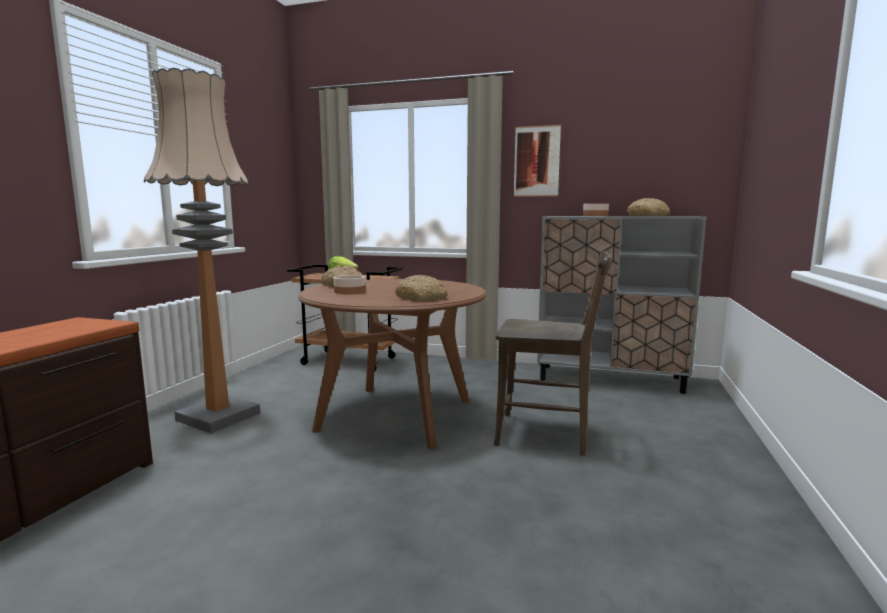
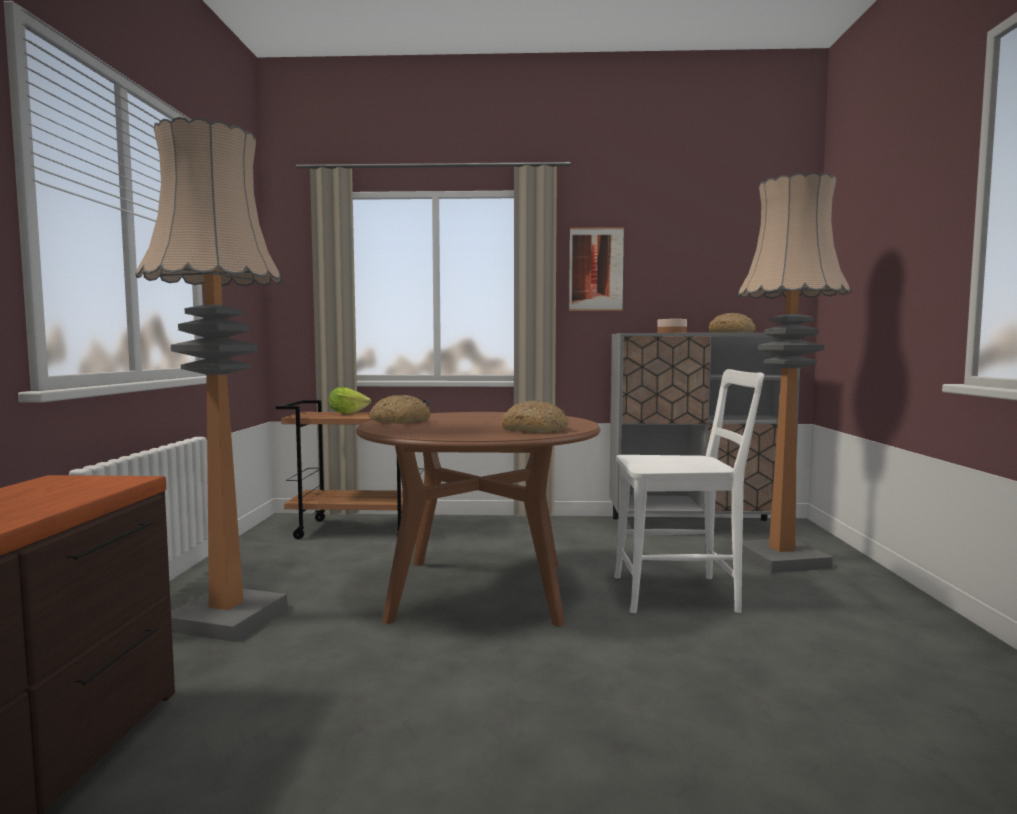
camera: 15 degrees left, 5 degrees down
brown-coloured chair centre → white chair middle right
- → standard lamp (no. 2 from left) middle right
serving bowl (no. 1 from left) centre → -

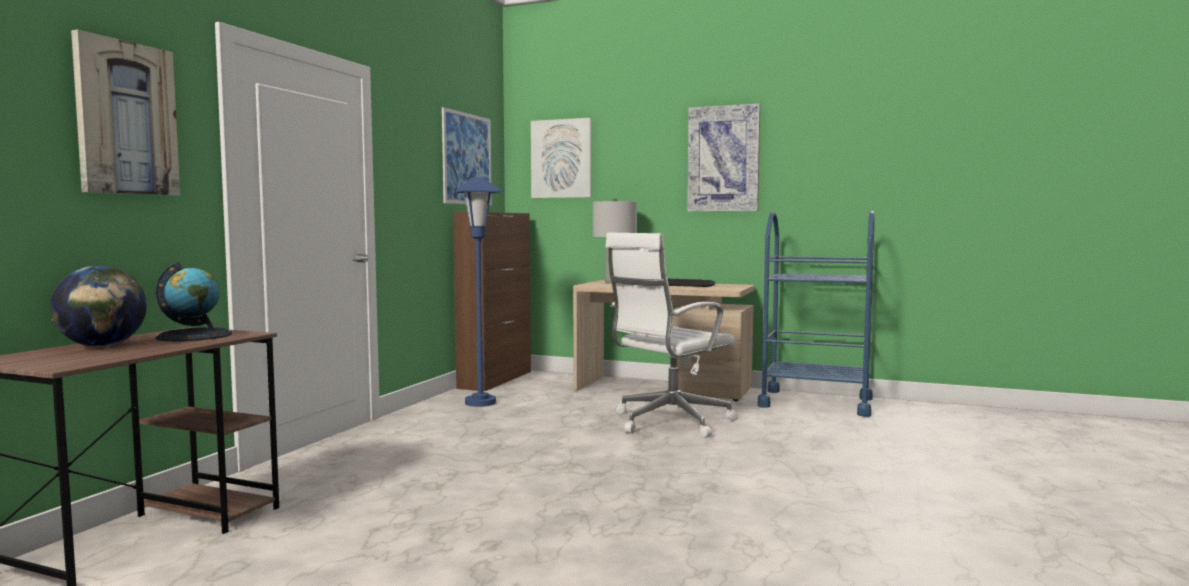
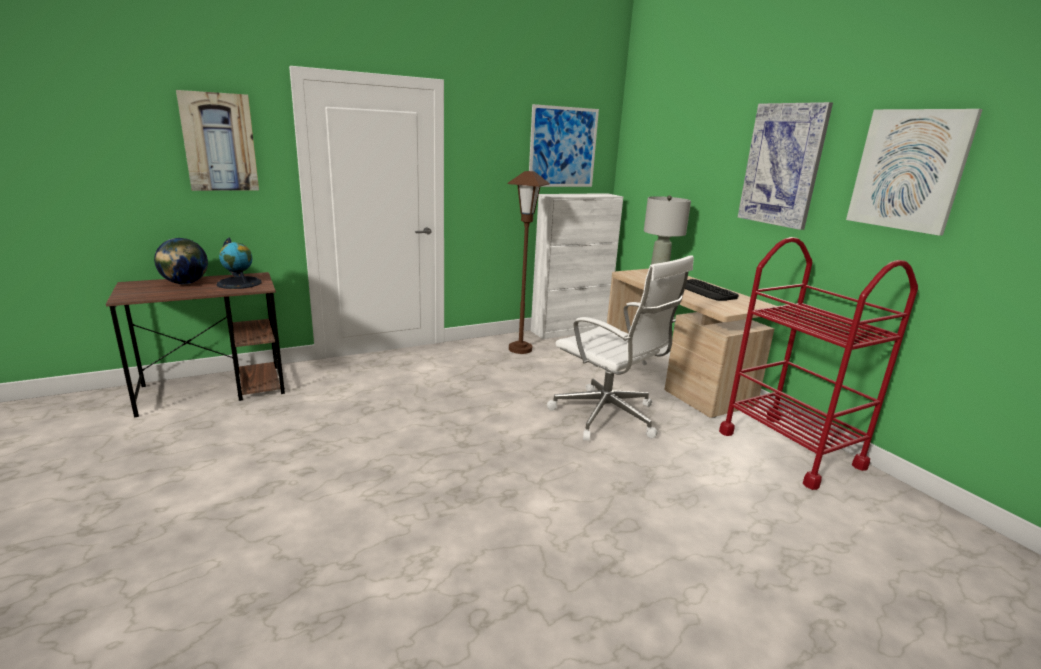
camera: 40 degrees right, 15 degrees up
blue standard lamp centre → brown-coloured standard lamp centre
brown-coloured cupboard centre → white cupboard centre
white computer chair centre, 135 degrees counterclockwise
blue wheeled cart middle right → reddish wheeled cart middle right
wall art (no. 3 from left in the first image) top centre → wall art (no. 4 from left) top right, relocated

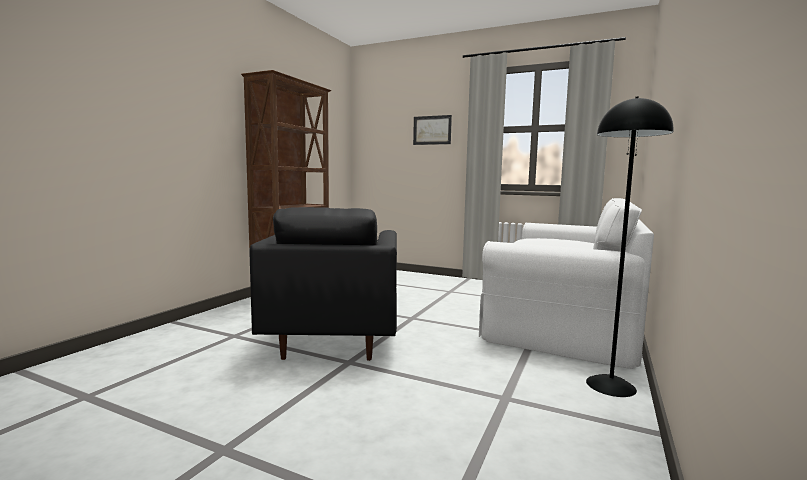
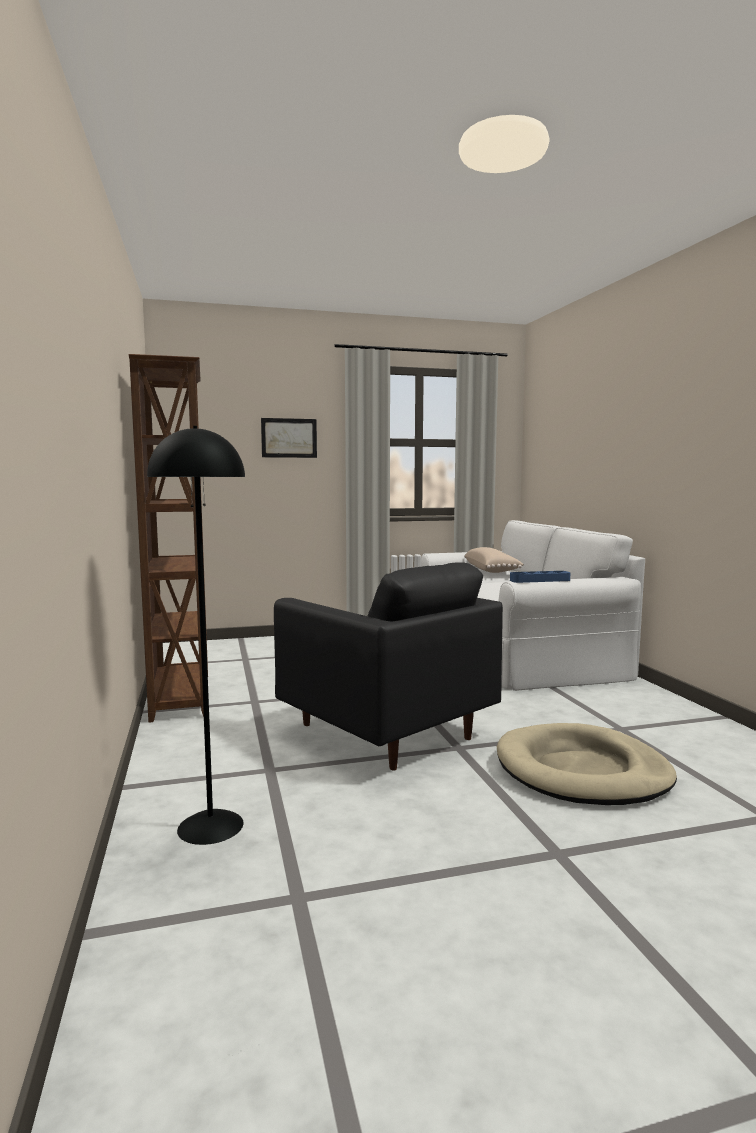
camera: 40 degrees left, 0 degrees up
blackish standard lamp middle right → blackish standard lamp middle left, relocated
- → sand-coloured throw pillow centre
- → sand-coloured dog cushion bottom right
- → blue carrying tray middle right

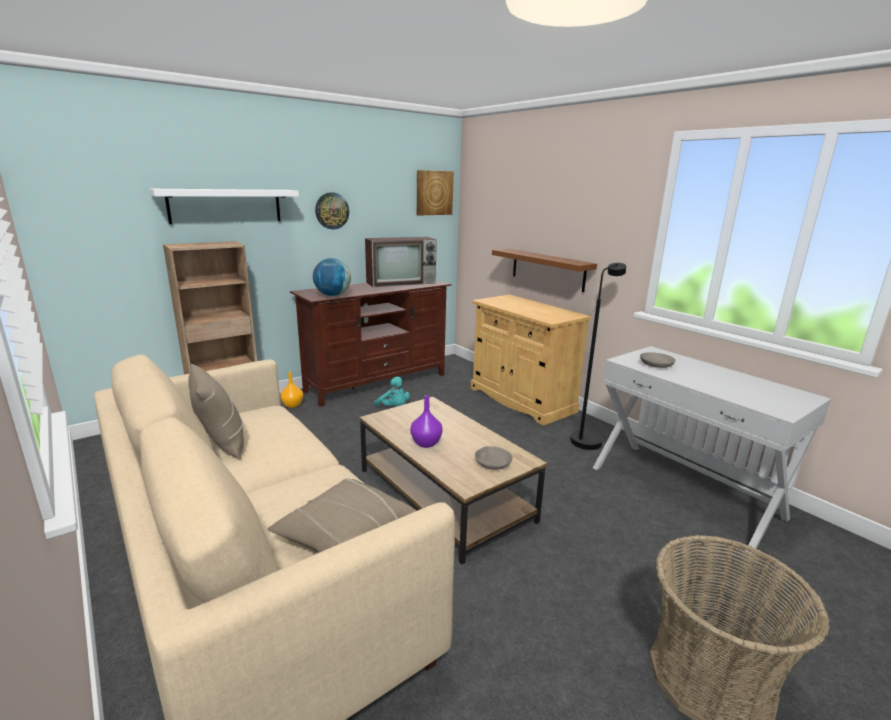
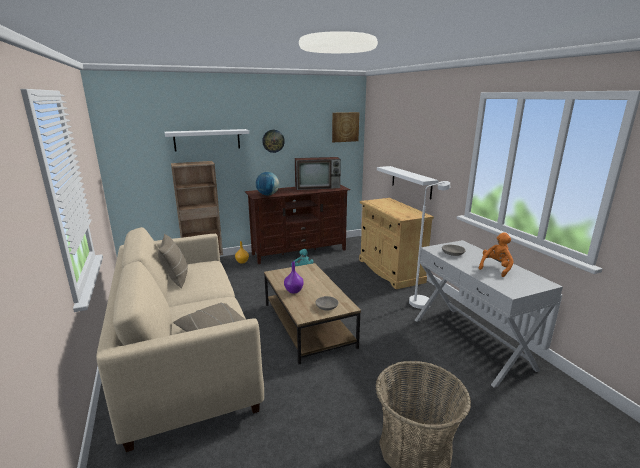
camera: 15 degrees right, 0 degrees up
brown-coloured shelf centre → white shelf (no. 2 from left) centre
blackish standard lamp middle right → white standard lamp middle right
- → orangey plush toy middle right

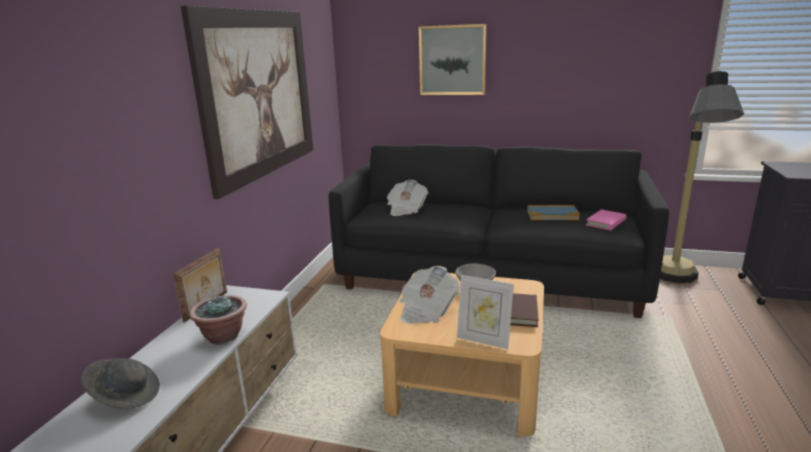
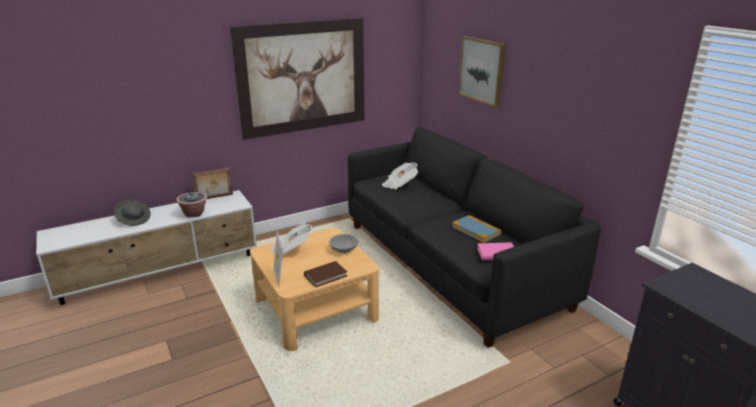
camera: 45 degrees right, 5 degrees up
standard lamp middle right → -

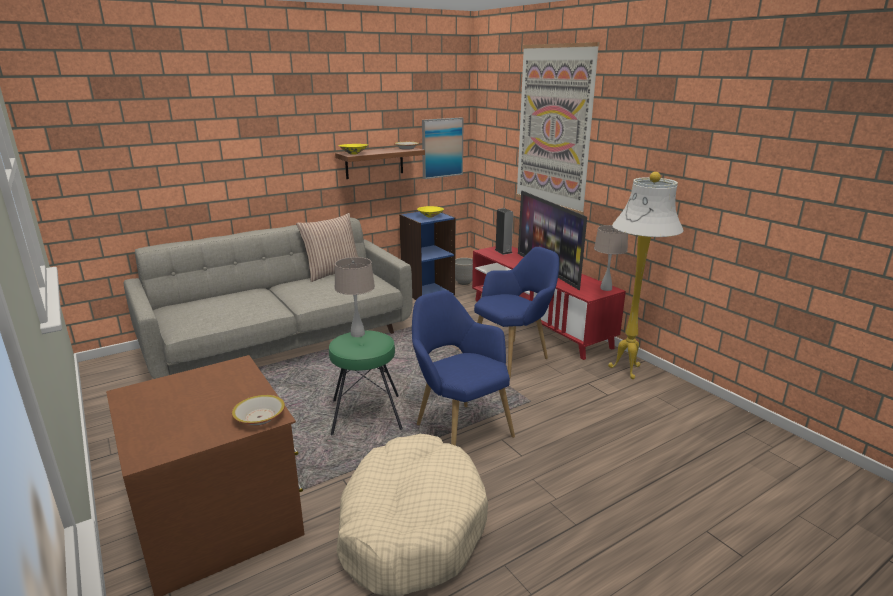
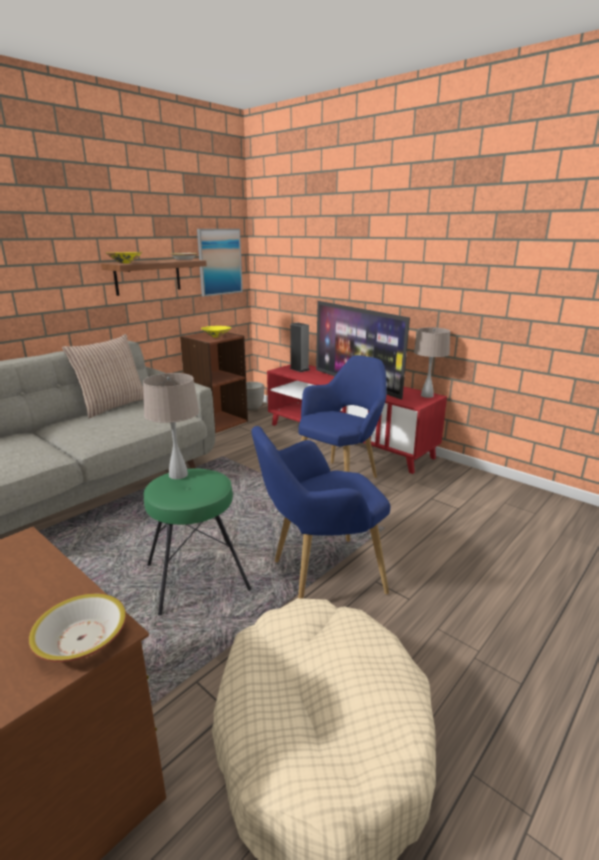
camera: 15 degrees left, 0 degrees up
blue bookcase centre → brown-coloured bookcase centre
blue easy chair (no. 1 from left) centre, 60 degrees counterclockwise
wall art (no. 2 from left) top centre → -
white standard lamp middle right → -

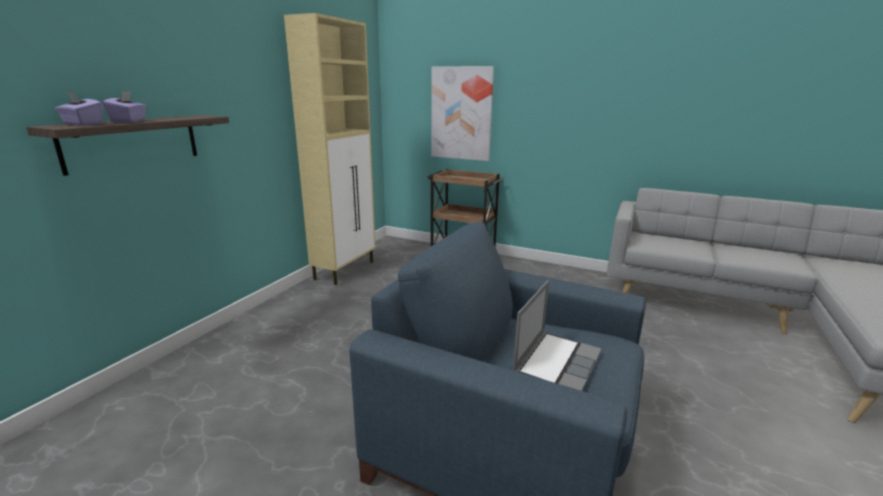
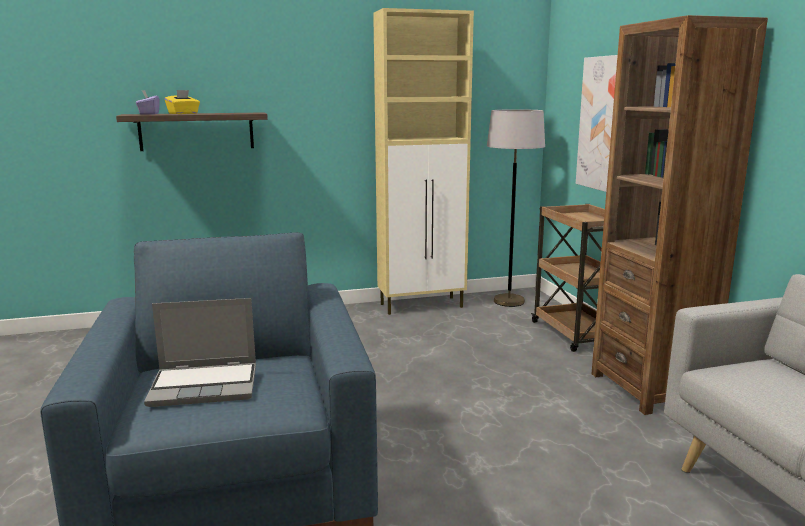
camera: 50 degrees right, 5 degrees down
purple-coloured tissue box (no. 2 from left) top left → yellow tissue box top left
- → gray standard lamp centre
- → brown-coloured bookcase middle right

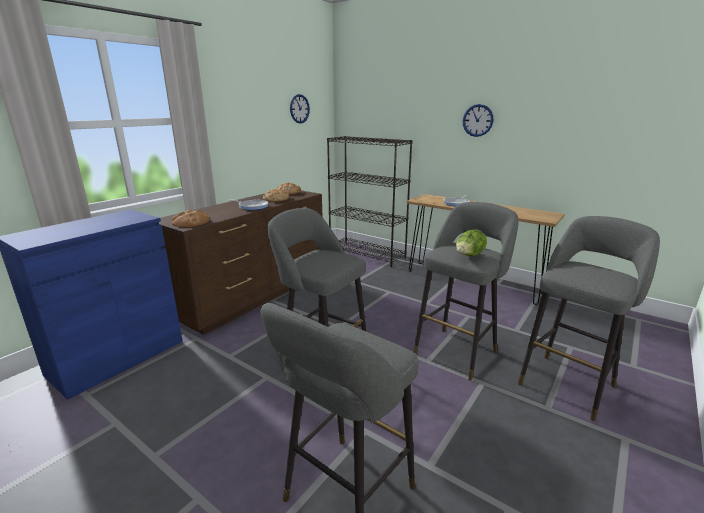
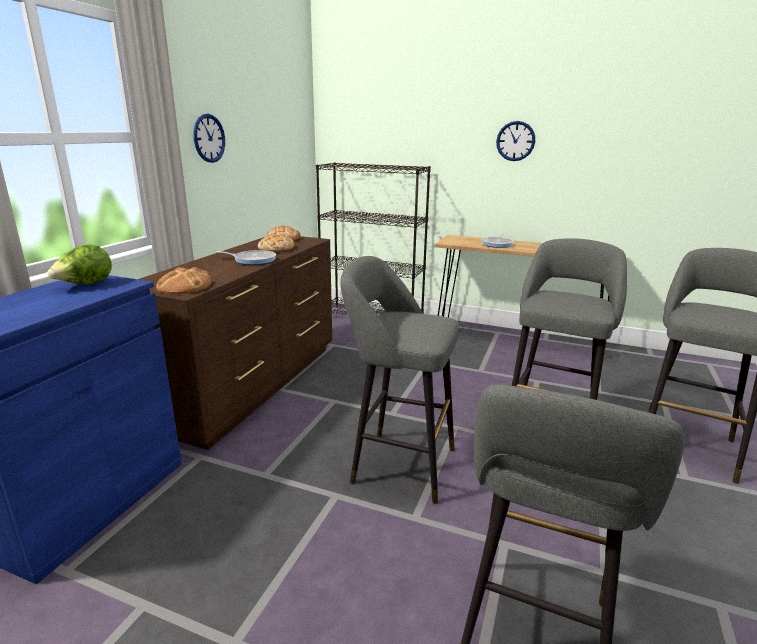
camera: 15 degrees left, 0 degrees up
lettuce middle right → lettuce middle left, relocated
wall clock (no. 1 from left) top centre → wall clock (no. 1 from left) top left, relocated

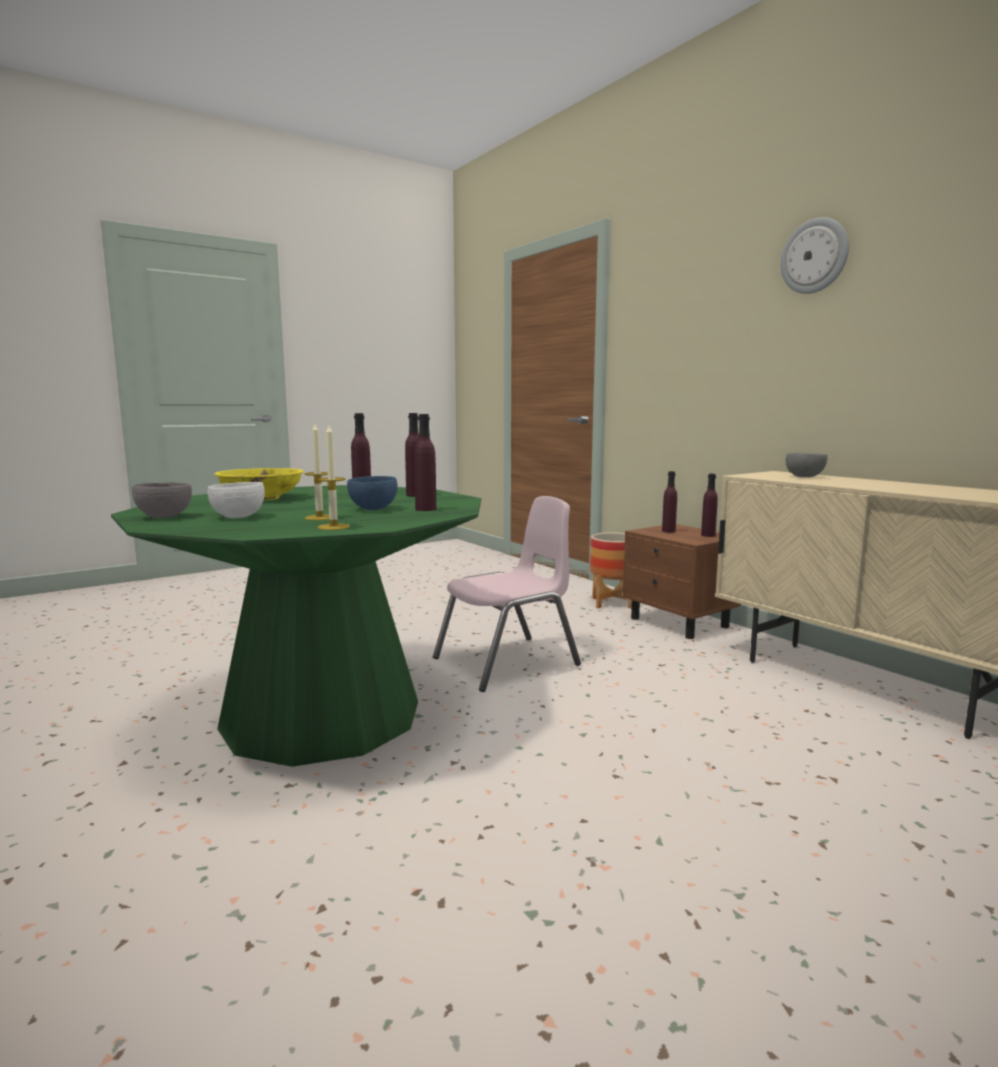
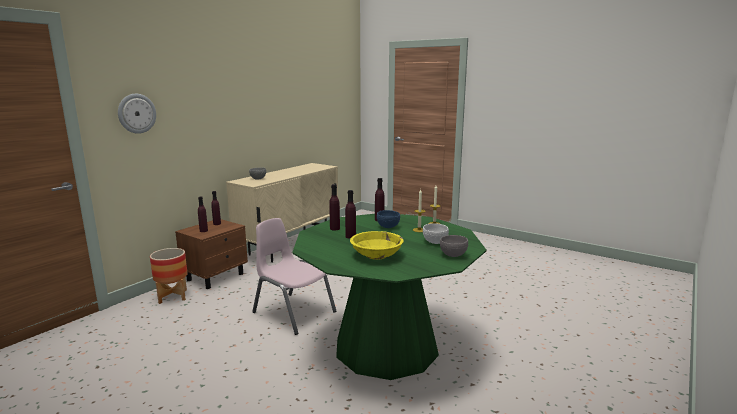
camera: 110 degrees left, 5 degrees up
wall clock top right → wall clock top left, relocated

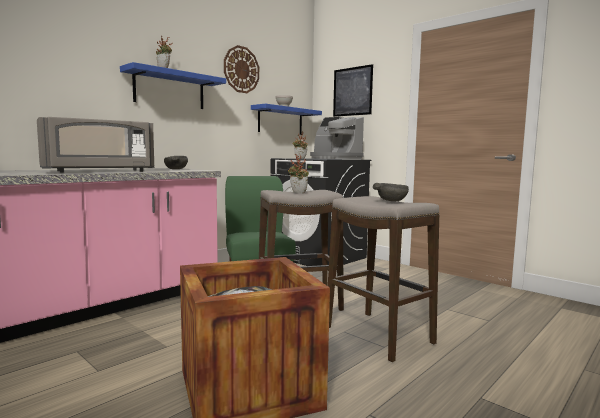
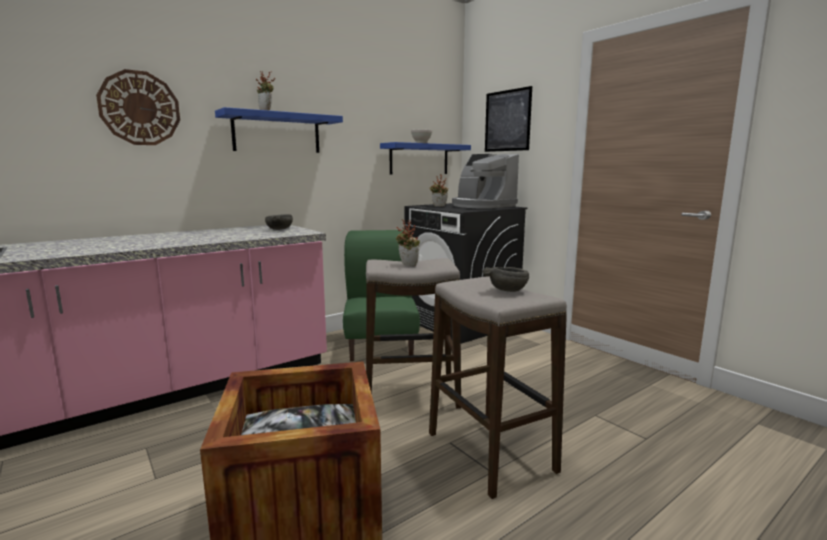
camera: 10 degrees right, 5 degrees up
wall clock top centre → wall clock top left, relocated
gray kitchen microwave middle left → -

